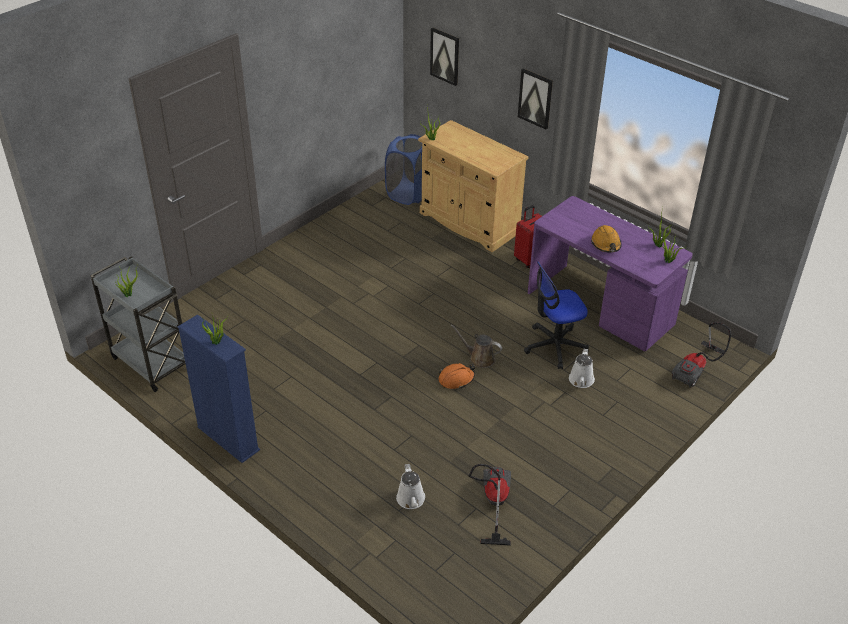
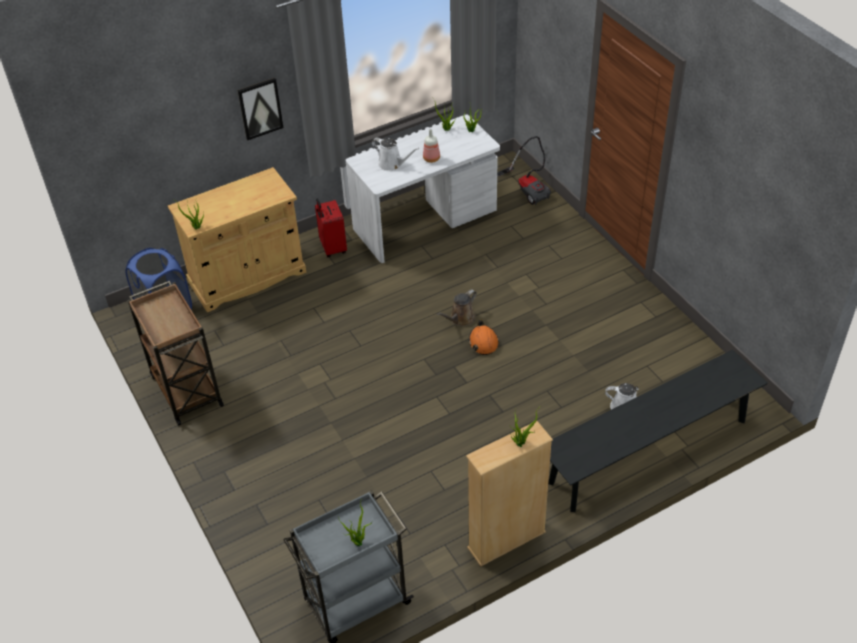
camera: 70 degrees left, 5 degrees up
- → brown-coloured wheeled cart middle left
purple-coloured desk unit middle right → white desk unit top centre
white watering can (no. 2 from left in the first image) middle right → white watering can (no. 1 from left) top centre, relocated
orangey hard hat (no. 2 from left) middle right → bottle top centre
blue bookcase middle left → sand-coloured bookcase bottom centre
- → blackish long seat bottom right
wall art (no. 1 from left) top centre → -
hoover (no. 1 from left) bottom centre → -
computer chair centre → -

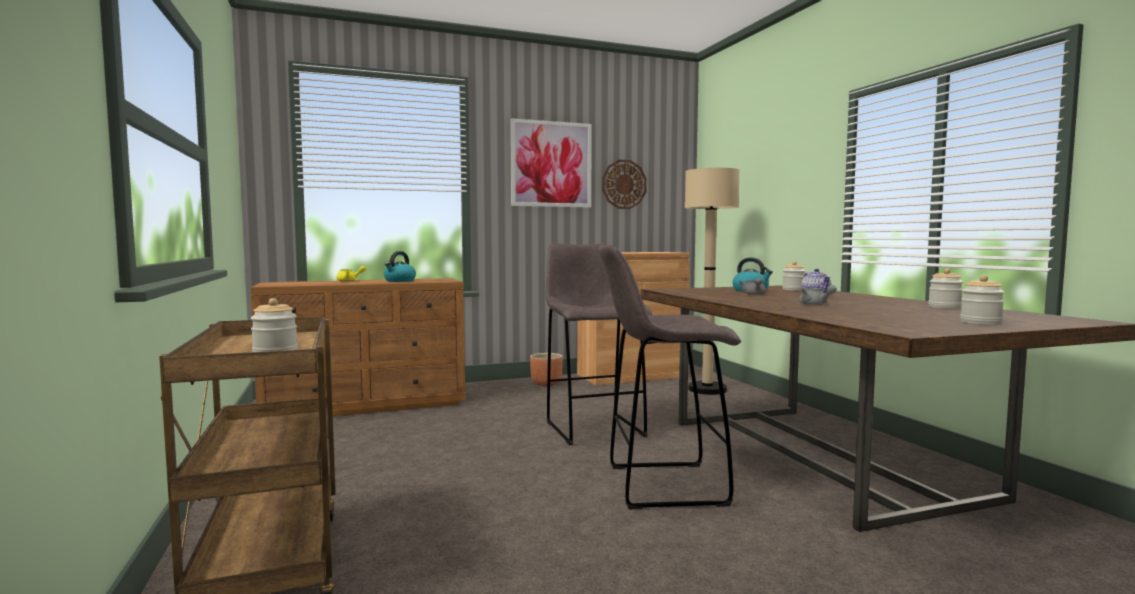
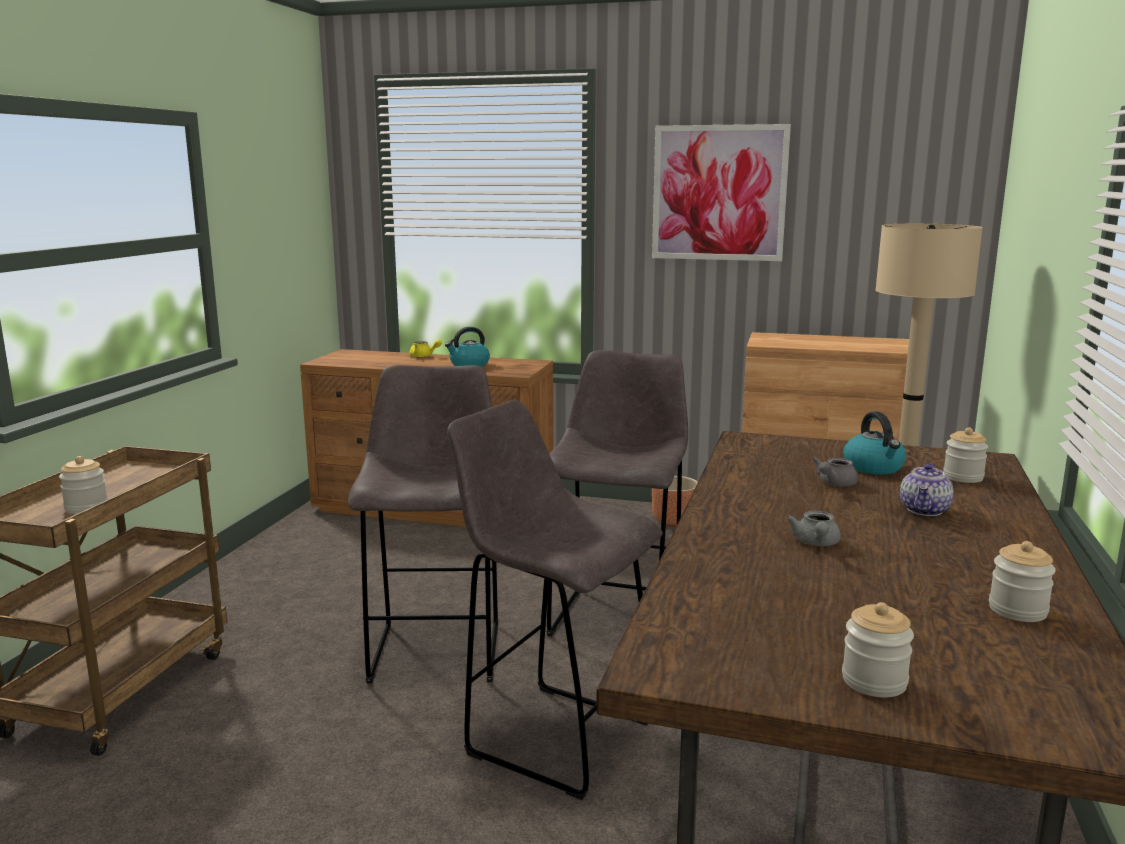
camera: 35 degrees right, 10 degrees up
- → gray stool (no. 1 from left) centre
wall clock top centre → -

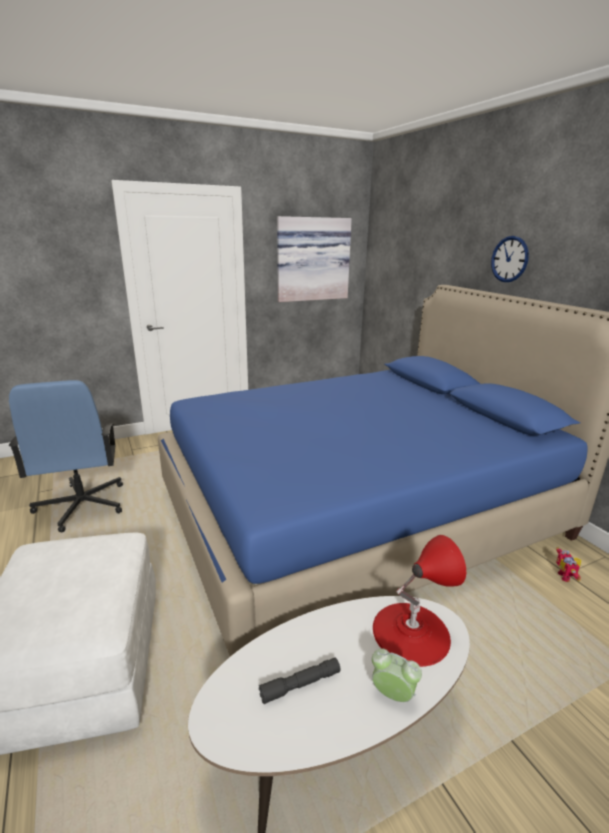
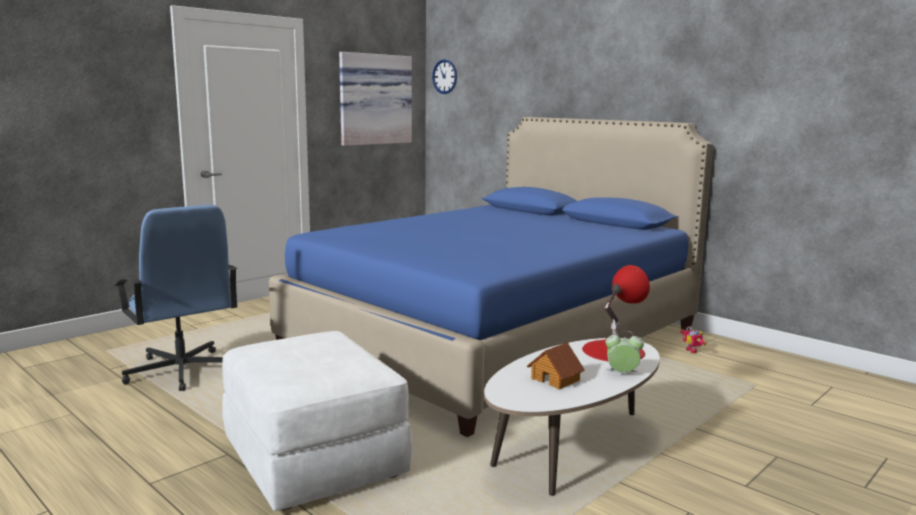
camera: 20 degrees left, 10 degrees down
wall clock top right → wall clock top centre, relocated
gray torch bottom centre → model house bottom centre

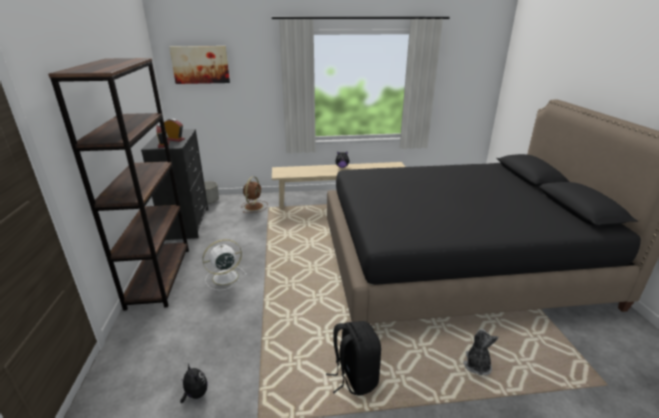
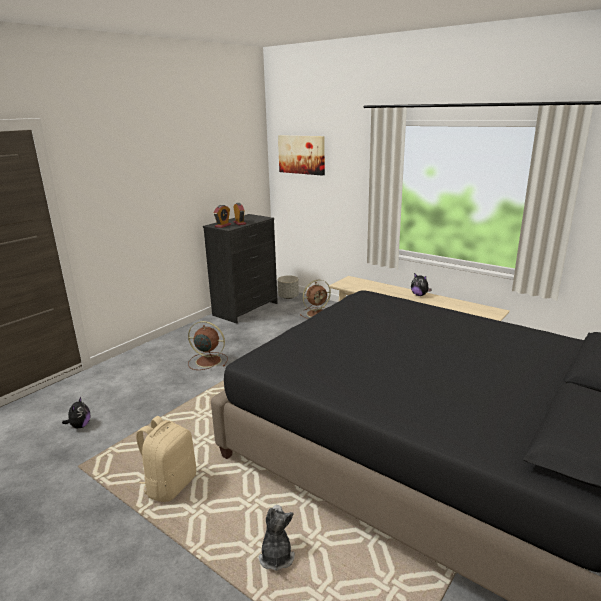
camera: 45 degrees right, 5 degrees down
blackish rucksack bottom centre → sand-coloured rucksack bottom left
white cooling fan centre → brown-coloured cooling fan (no. 1 from left) centre
plush toy (no. 3 from left in the first image) bottom right → plush toy (no. 2 from left) bottom centre, 60 degrees counterclockwise
brown-coloured bookcase middle left → -

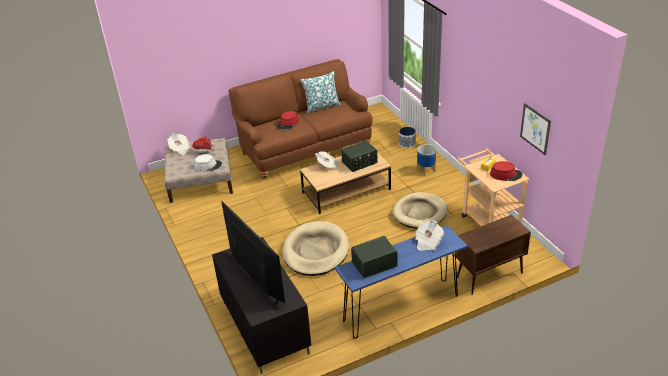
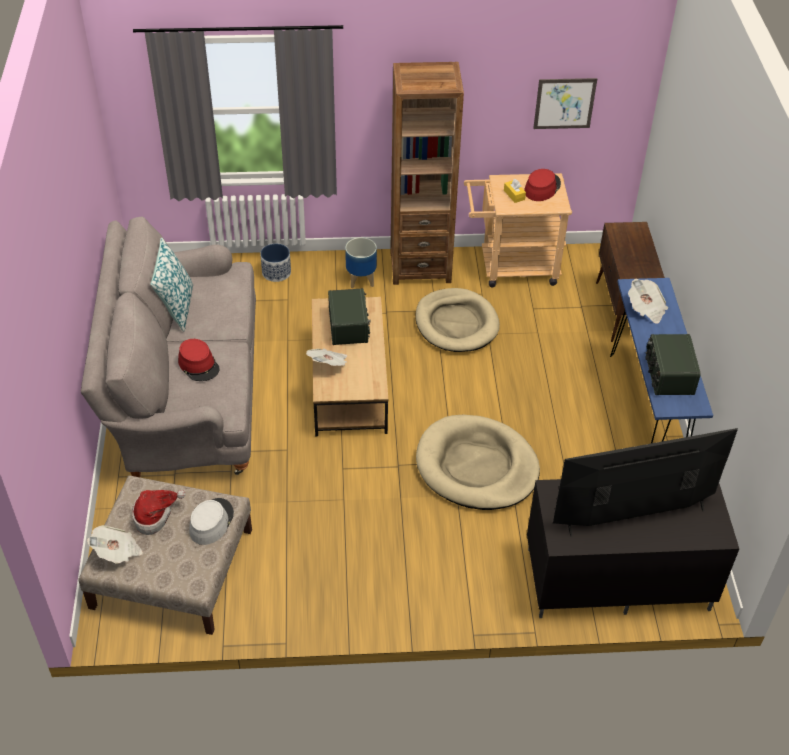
camera: 70 degrees left, 10 degrees up
brown-coloured couch top centre → gray couch middle left
- → brown-coloured bookcase top centre

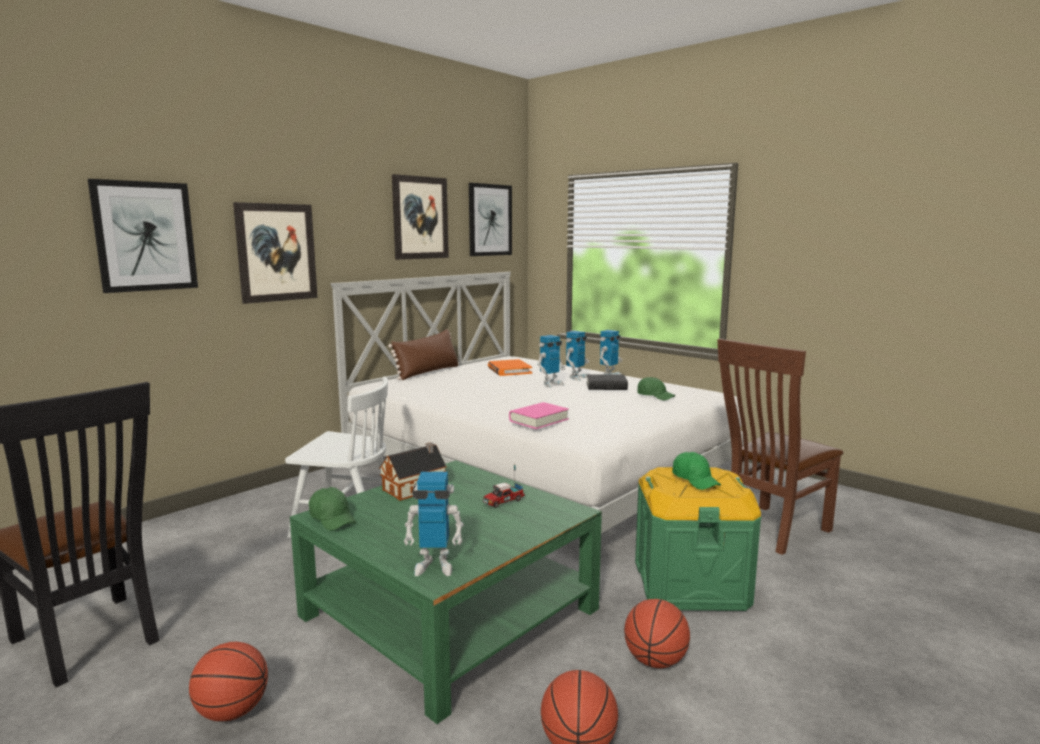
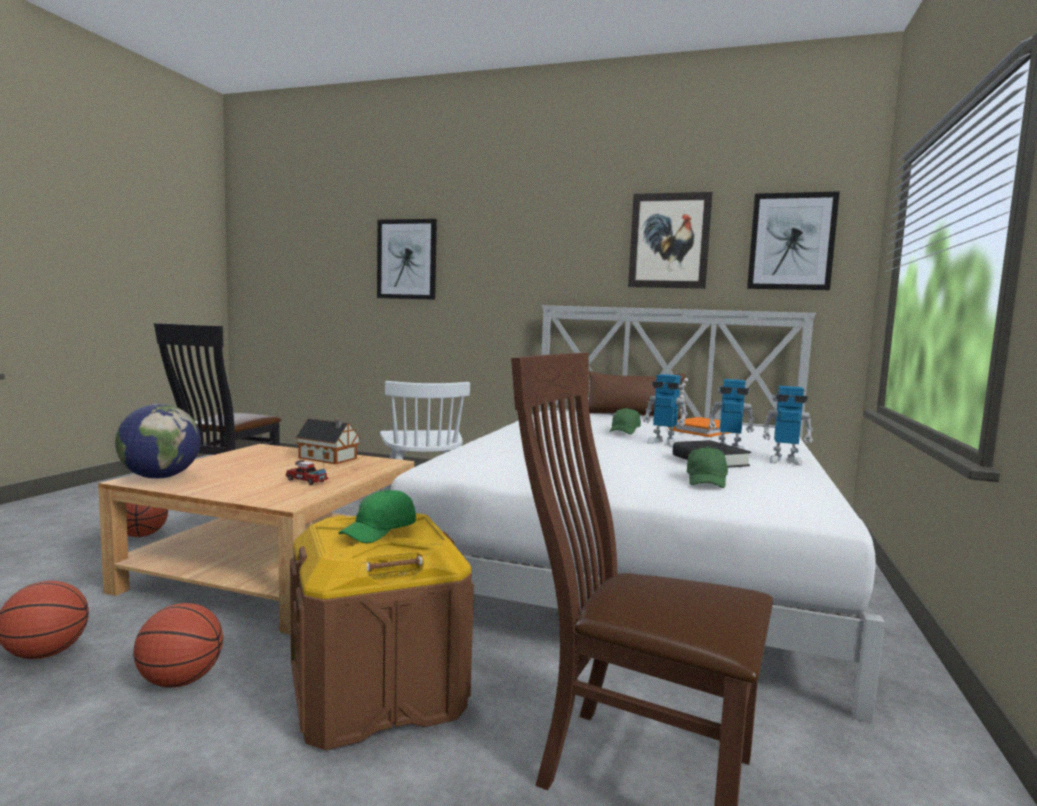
camera: 65 degrees right, 5 degrees down
green-coloured coffee table bottom centre → sand-coloured coffee table bottom left
toy robot (no. 1 from left) bottom centre → globe middle left
green-coloured storage container bottom right → brown-coloured storage container bottom centre
green-coloured peaked cap (no. 1 from left in the first image) bottom left → green-coloured peaked cap (no. 2 from left) centre, relocated
wall art (no. 2 from left) middle left → -
pinkish volume centre → -

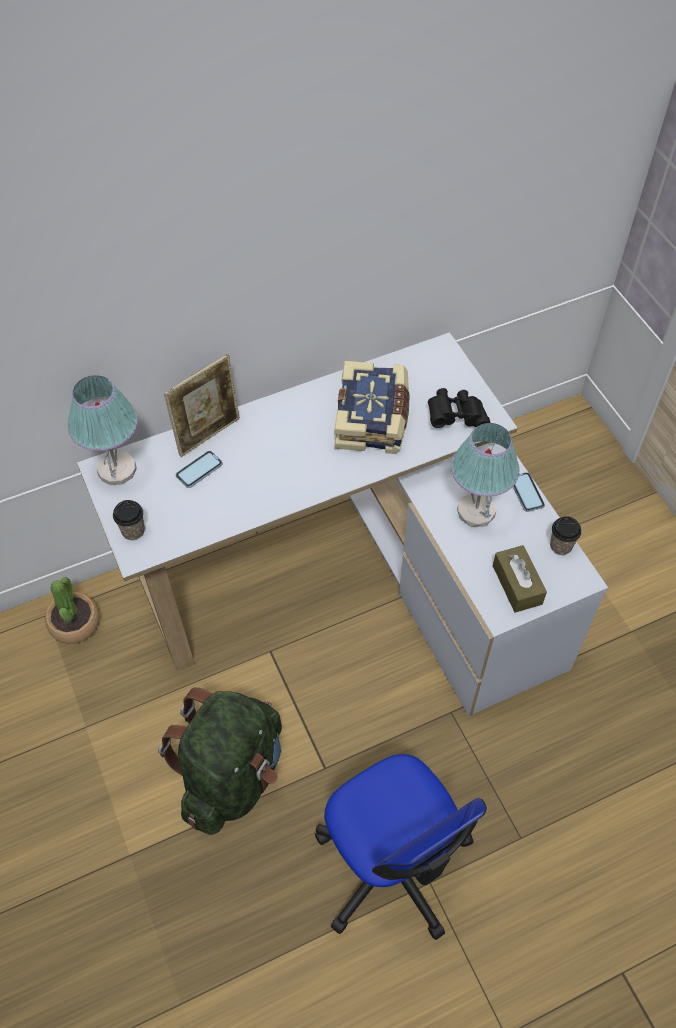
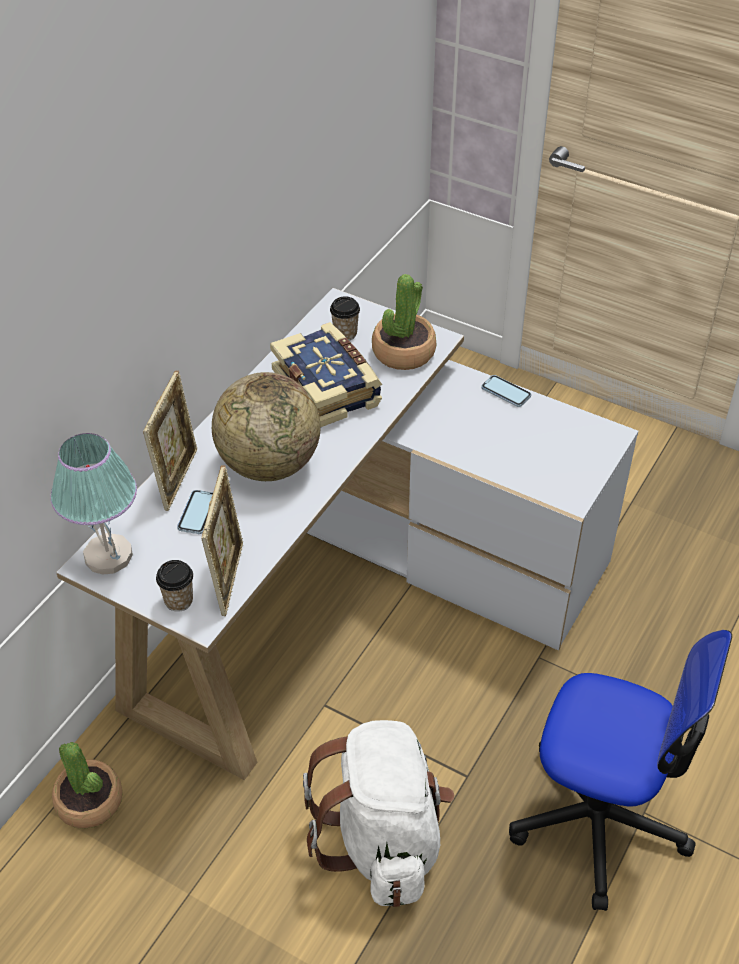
camera: 35 degrees left, 10 degrees down
- → picture frame (no. 2 from left) middle left
- → globe centre
green-coloured rucksack bottom left → white rucksack bottom centre
cup (no. 2 from left) middle right → cup (no. 2 from left) top centre, relocated
blackish binoculars middle right → plant in a pot (no. 2 from left) centre
lamp for a table (no. 2 from left) middle right → -
brown-coloured tissue box middle right → -

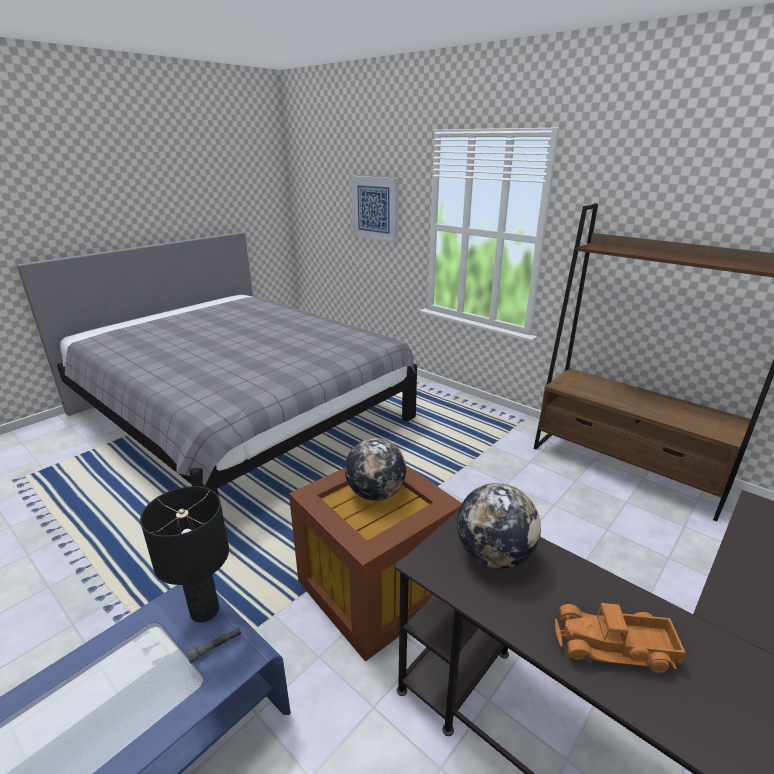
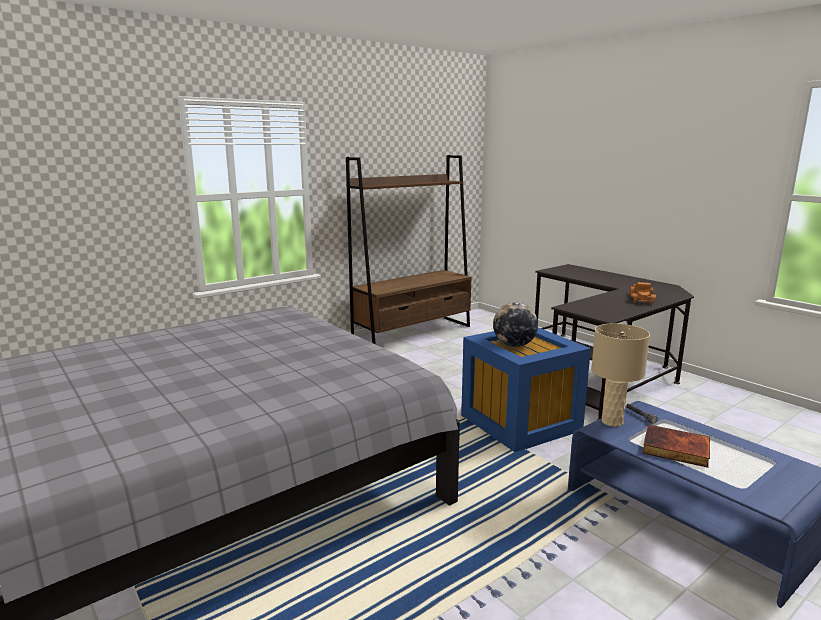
camera: 80 degrees left, 10 degrees down
brown-coloured storage container bottom centre → blue storage container centre
blackish lamp for a table bottom left → sand-coloured lamp for a table middle right
- → volume bottom right
wall art top centre → -
globe (no. 2 from left) bottom centre → -

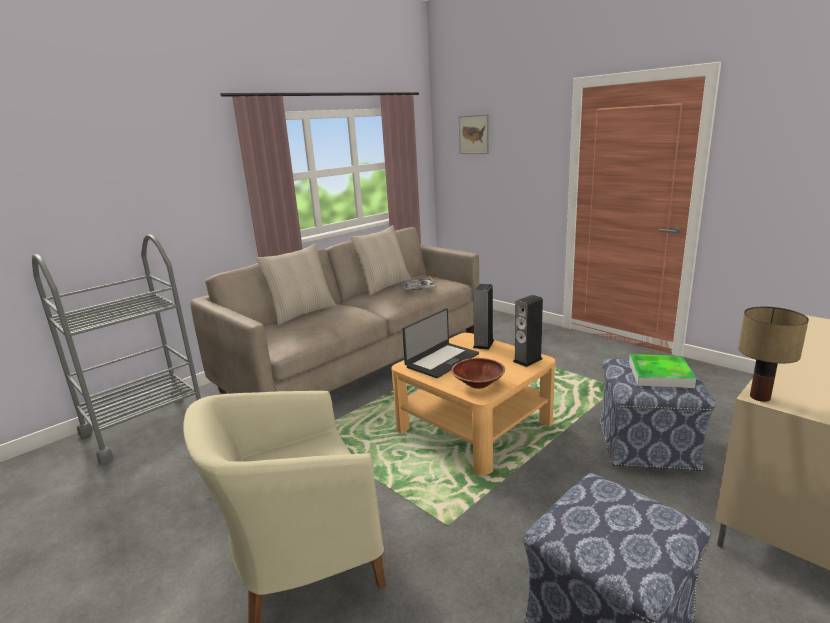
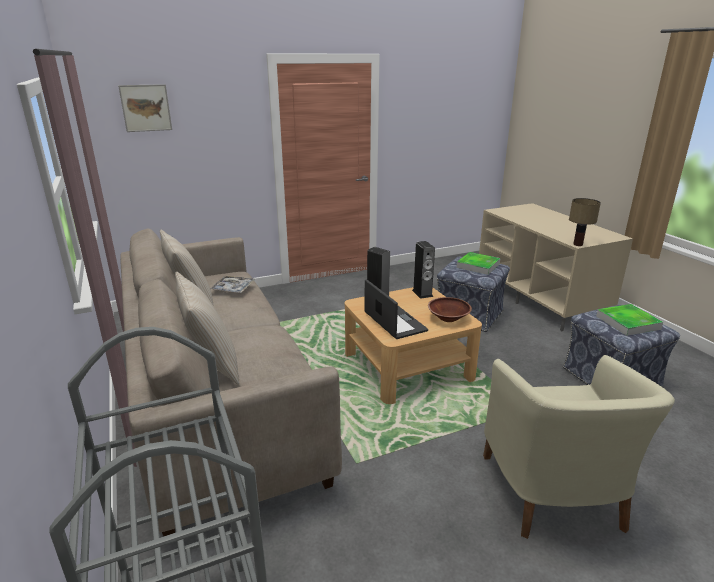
camera: 70 degrees left, 5 degrees up
- → carrying tray (no. 3 from left) middle right

